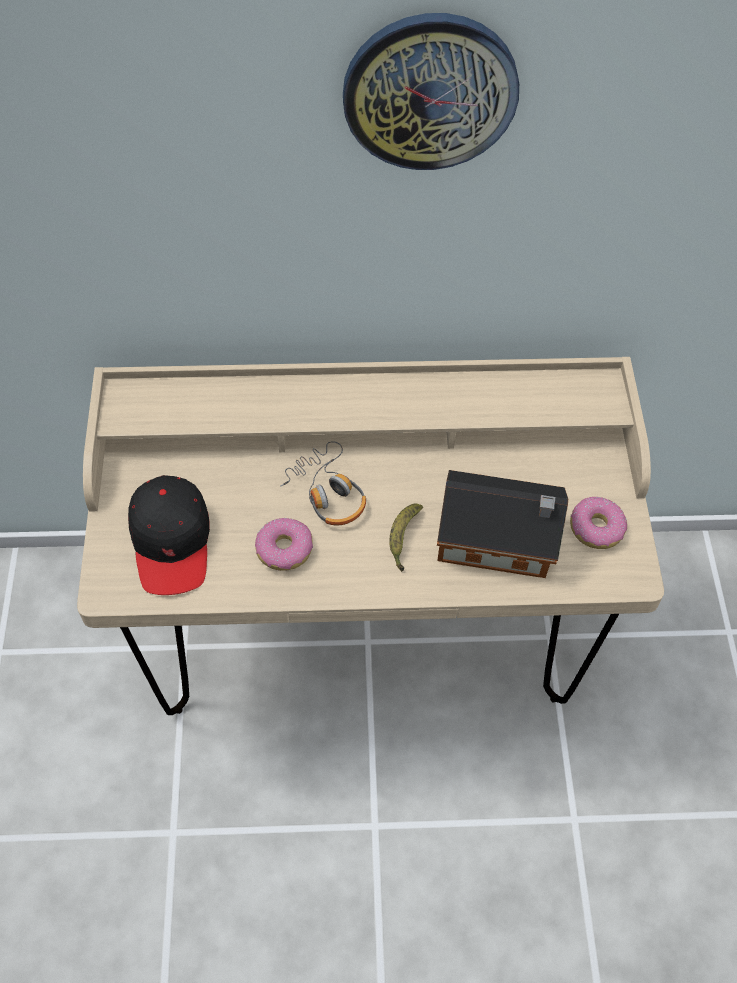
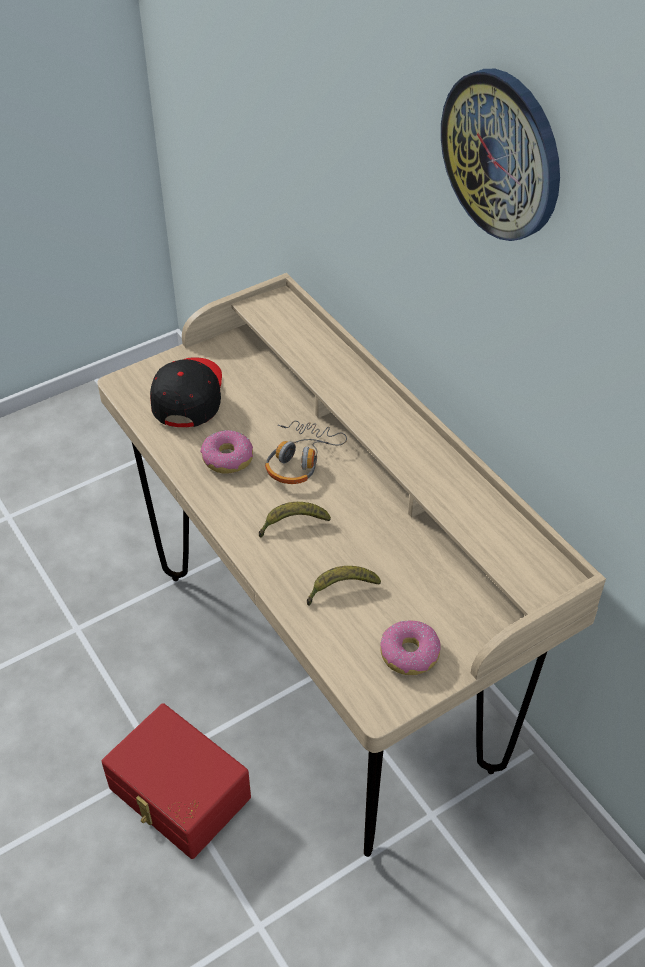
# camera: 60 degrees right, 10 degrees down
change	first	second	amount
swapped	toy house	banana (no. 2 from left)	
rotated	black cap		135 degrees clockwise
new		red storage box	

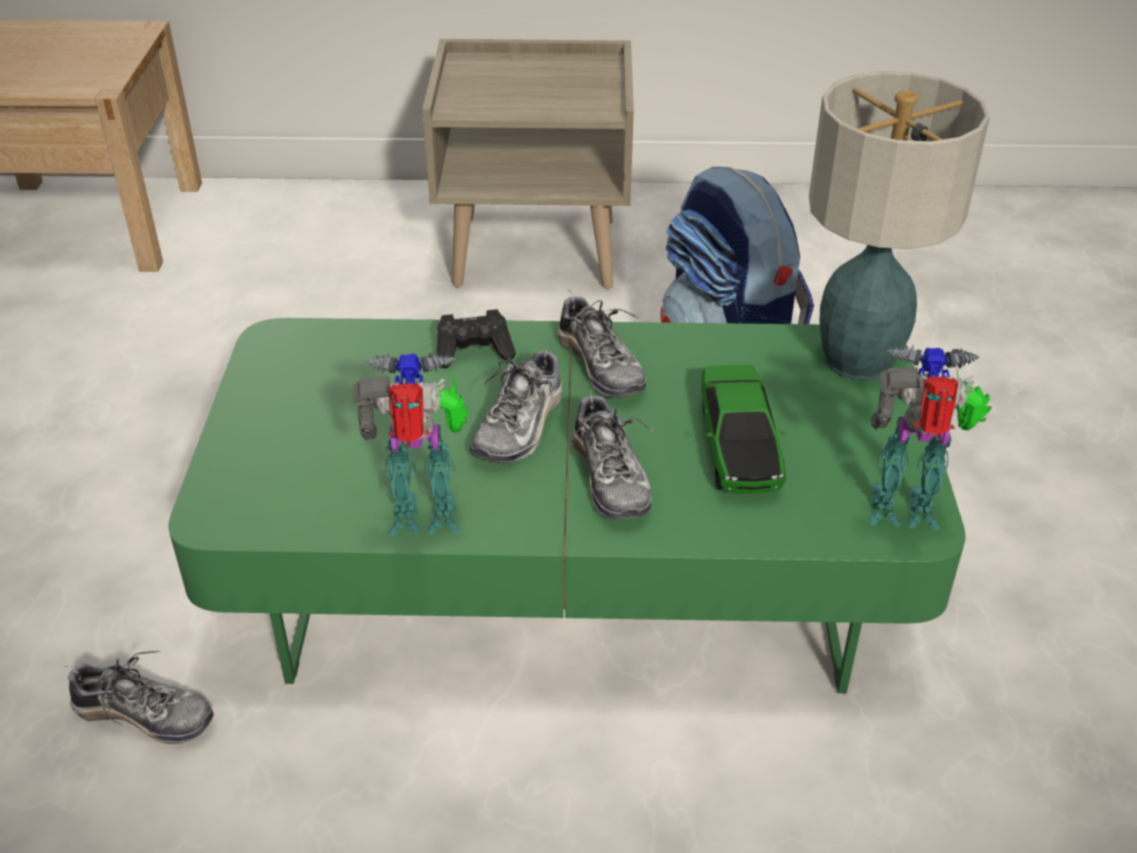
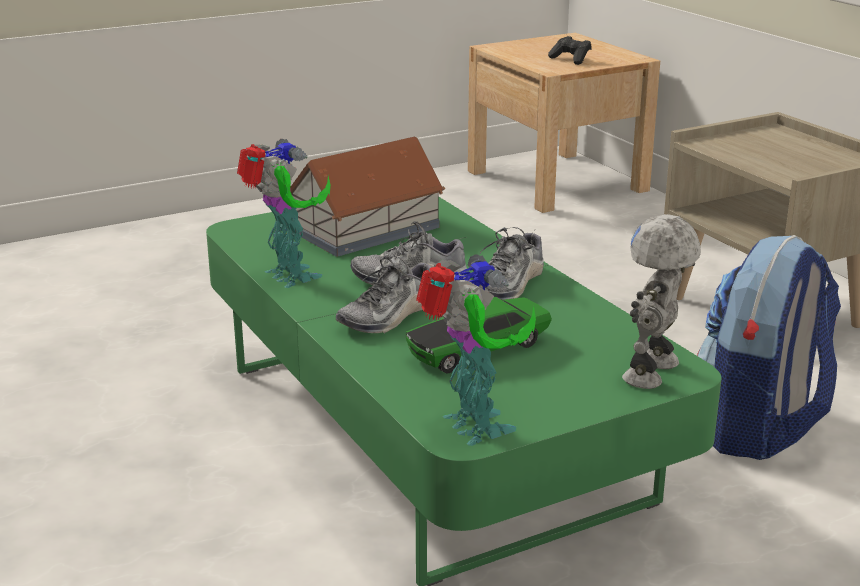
# camera: 60 degrees right, 15 degrees down
change	first	second	amount
swapped	table lamp	toy robot (no. 3 from left)	
shifted	black game controller		
gone	shoe (no. 1 from left)		
new		toy house	

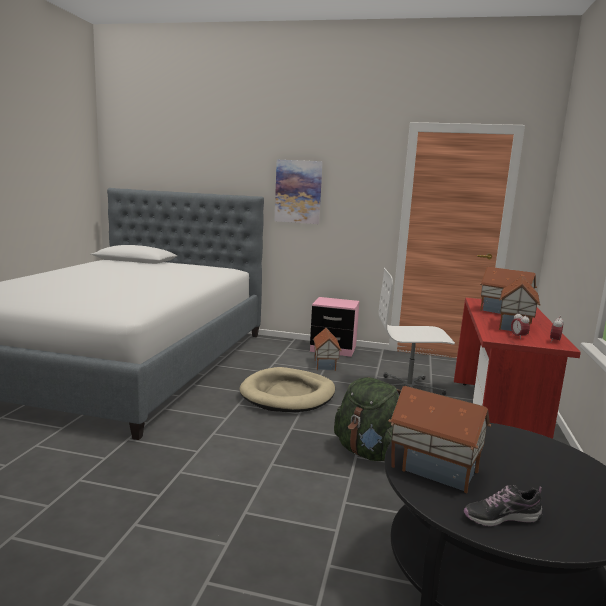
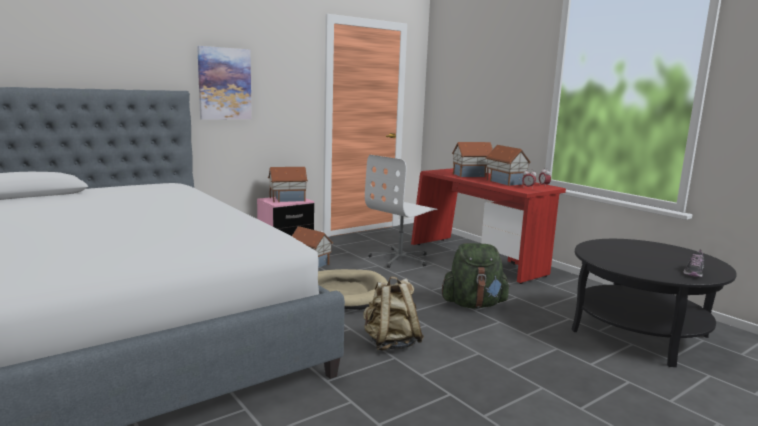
# camera: 50 degrees left, 0 degrees up
change	first	second	amount
shifted	toy house (no. 2 from left in the first image)	toy house (no. 1 from left)	
new		beige backpack	

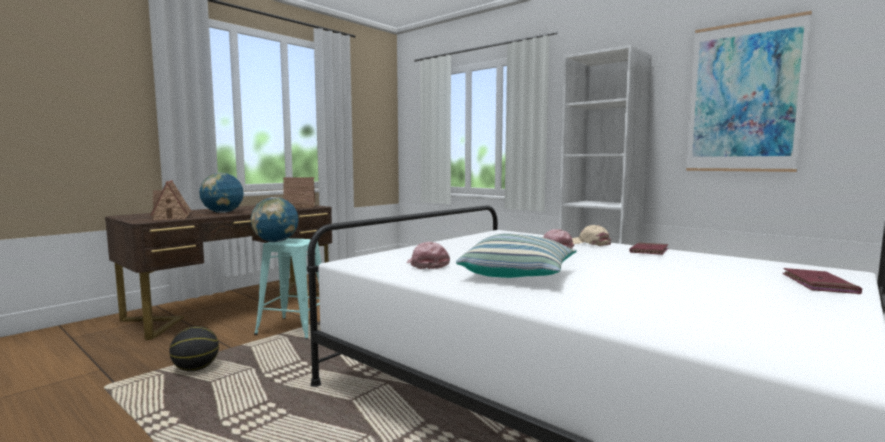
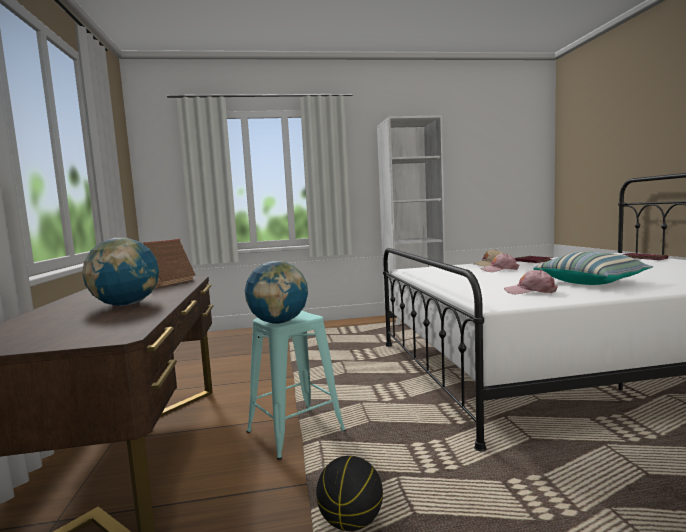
# camera: 50 degrees left, 0 degrees up
change	first	second	amount
gone	picture		
gone	toy house (no. 1 from left)		

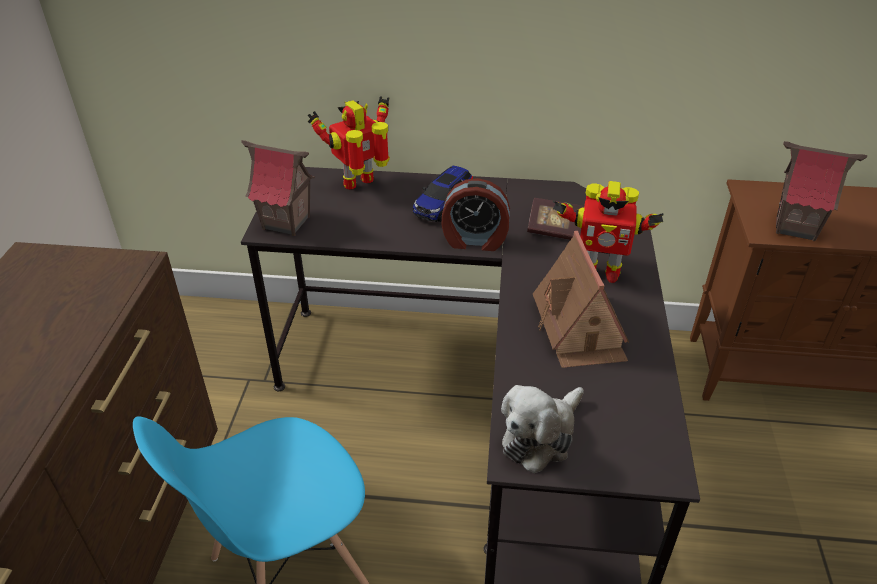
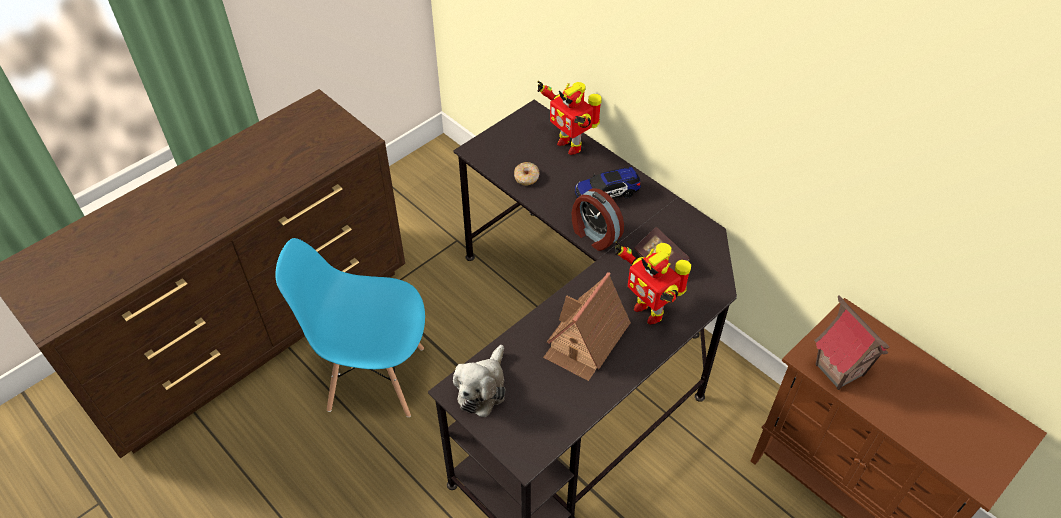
# camera: 40 degrees right, 10 degrees up
change	first	second	amount
rotated	toy robot (no. 1 from left)		135 degrees counterclockwise
gone	toy house (no. 1 from left)		
rotated	plush toy		60 degrees counterclockwise
new		donut	

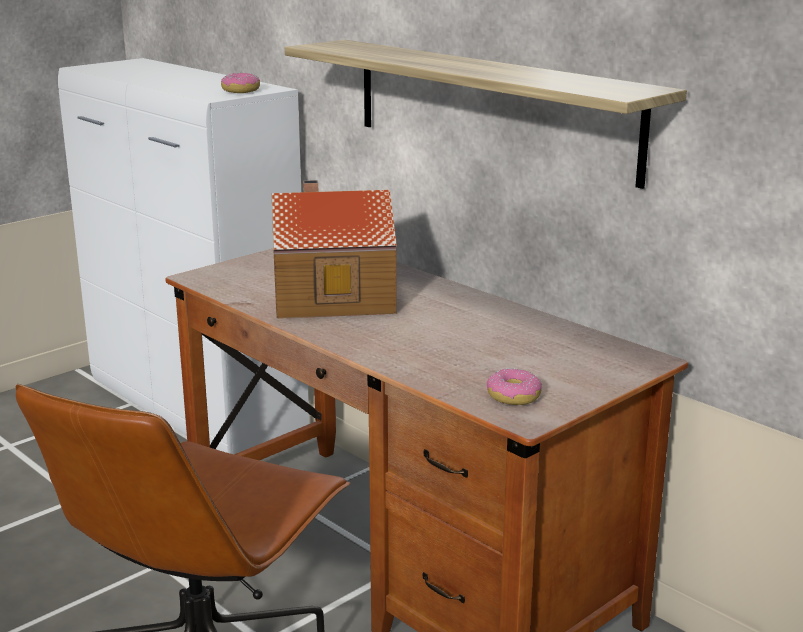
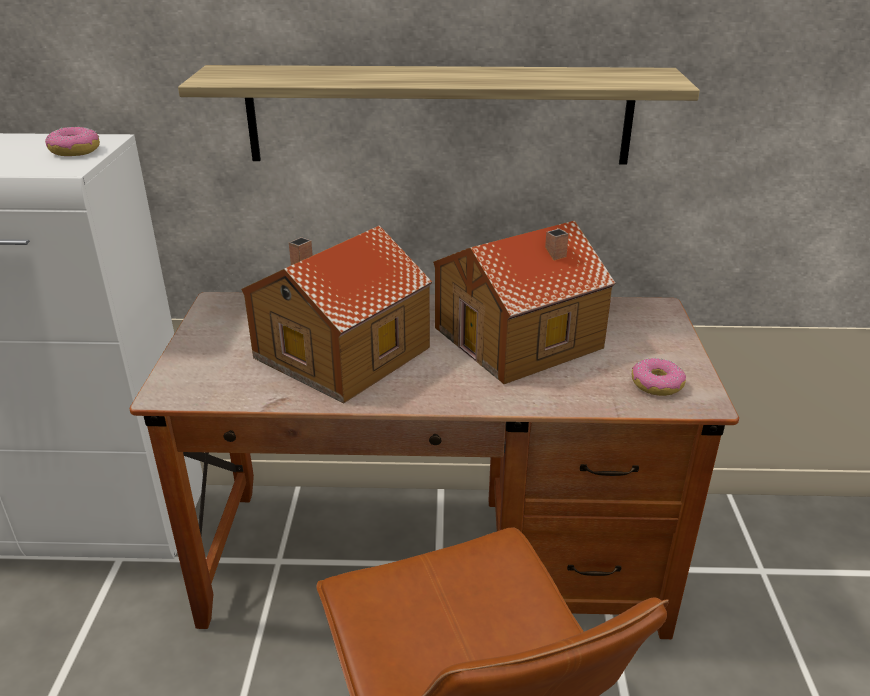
# camera: 45 degrees left, 10 degrees up
change	first	second	amount
new		toy house (no. 2 from left)	

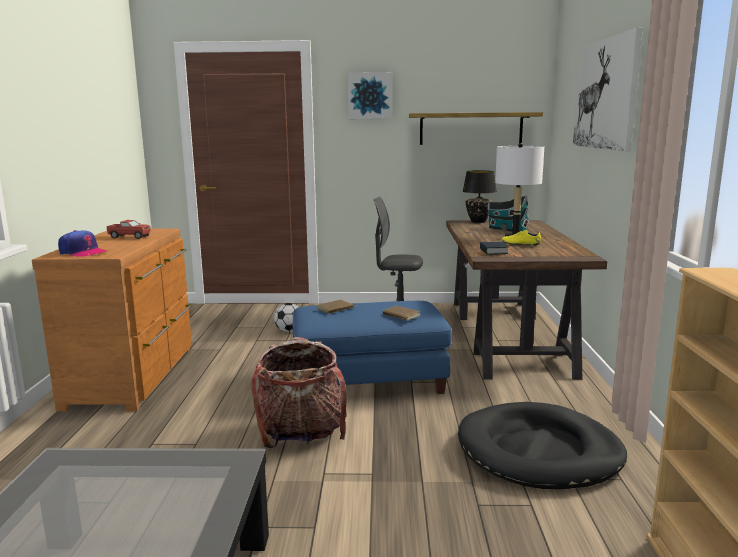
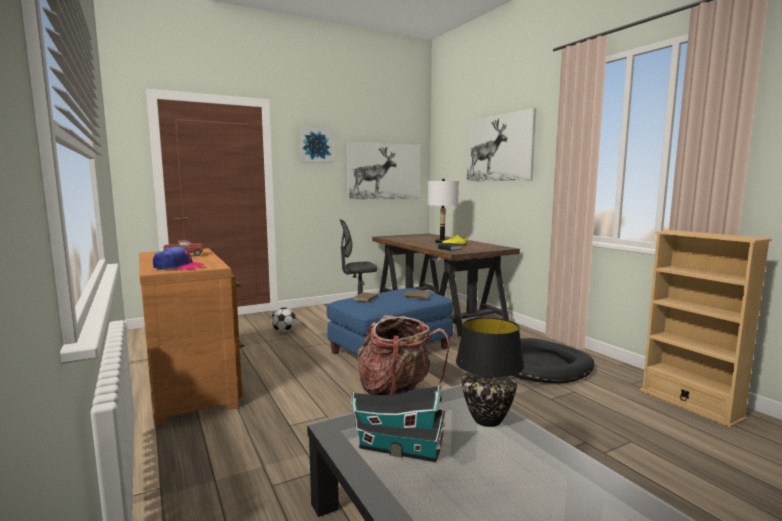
# camera: 30 degrees left, 5 degrees down
change	first	second	amount
swapped	shelf	picture (no. 2 from left)	
shifted	black table lamp		
shifted	toy house		

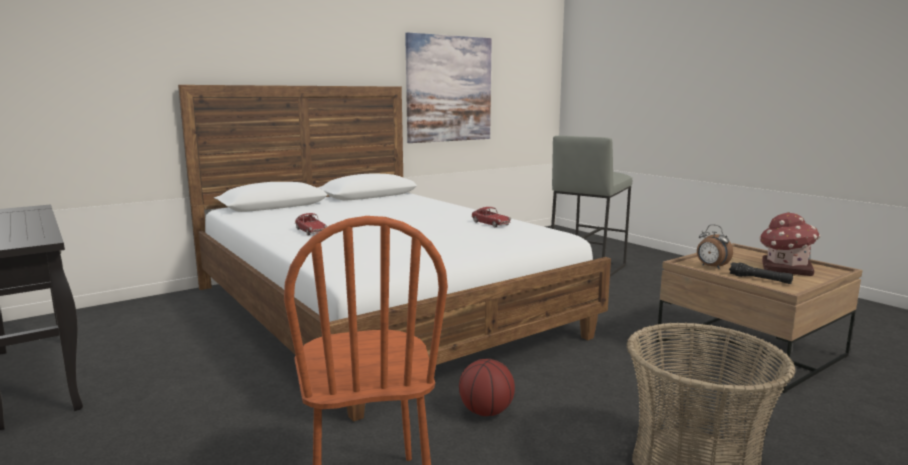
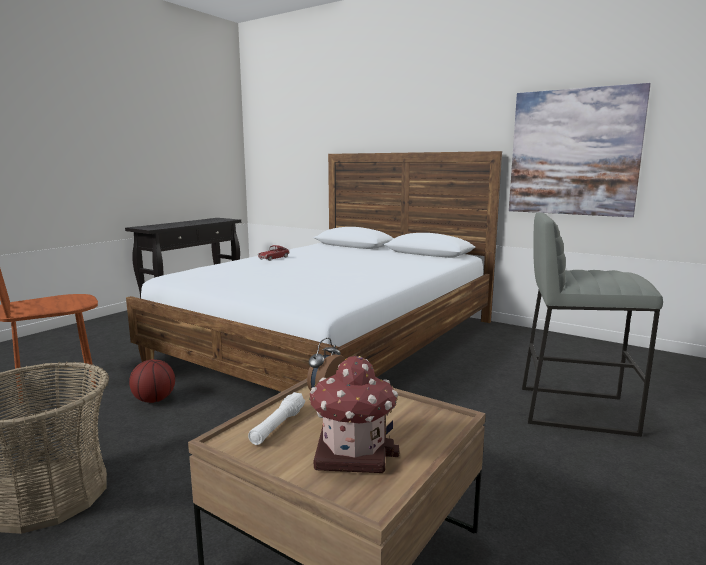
# camera: 70 degrees right, 0 degrees up
change	first	second	amount
gone	toy car (no. 2 from left)		
repainted	black flashlight	white flashlight	

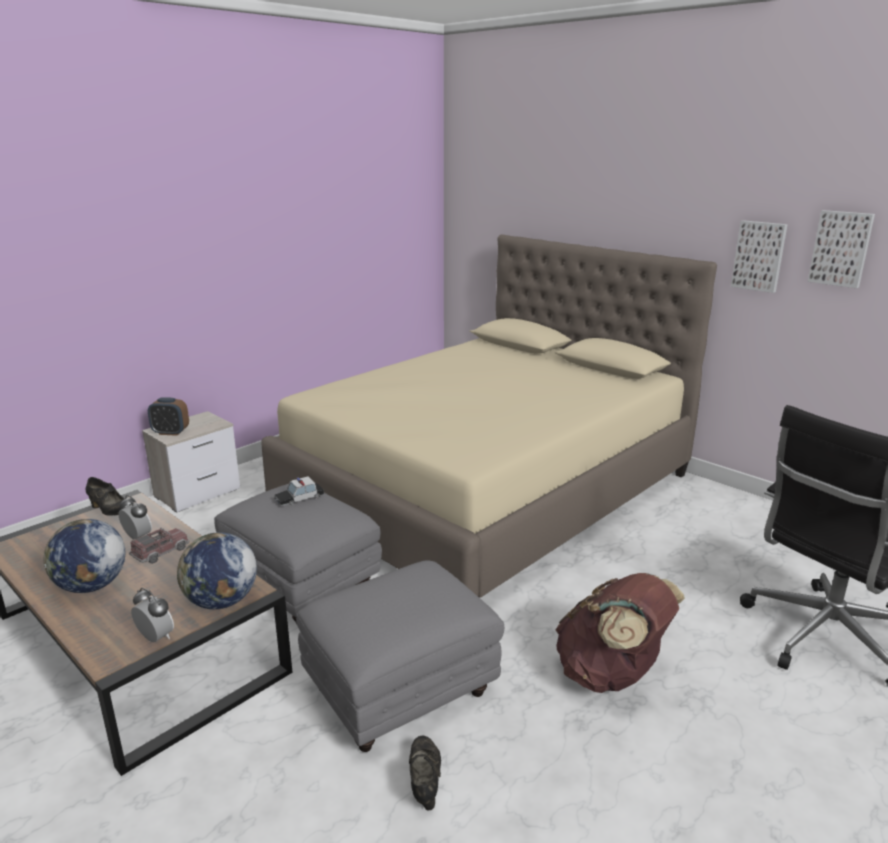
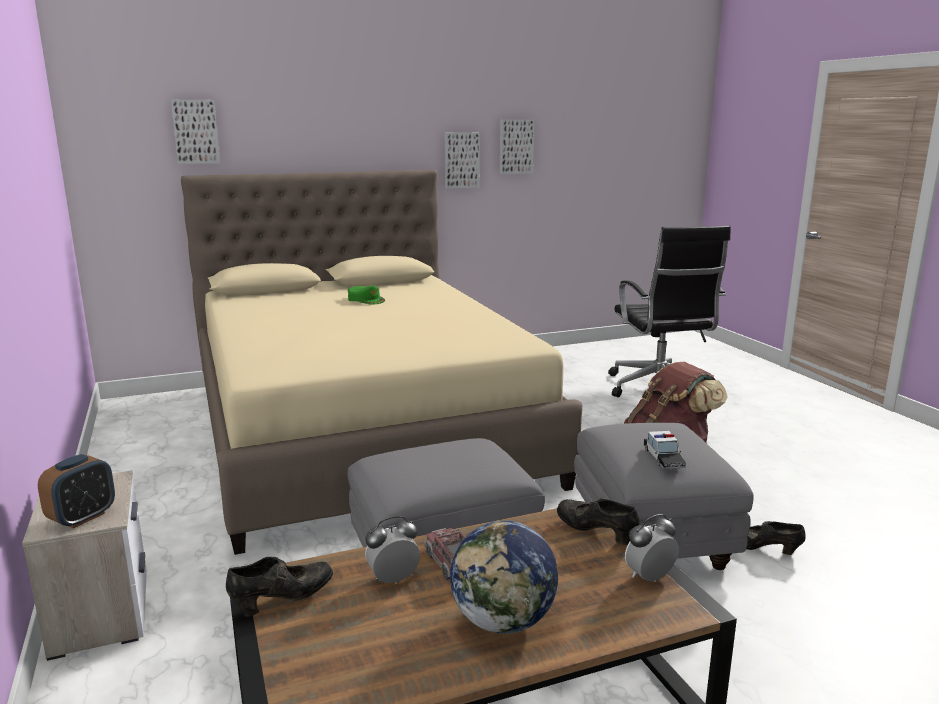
# camera: 65 degrees left, 5 degrees down
change	first	second	amount
shifted	toy car		
swapped	globe (no. 2 from left)	black shoe (no. 2 from left)	
new		picture (no. 1 from left)	
new		green cap	

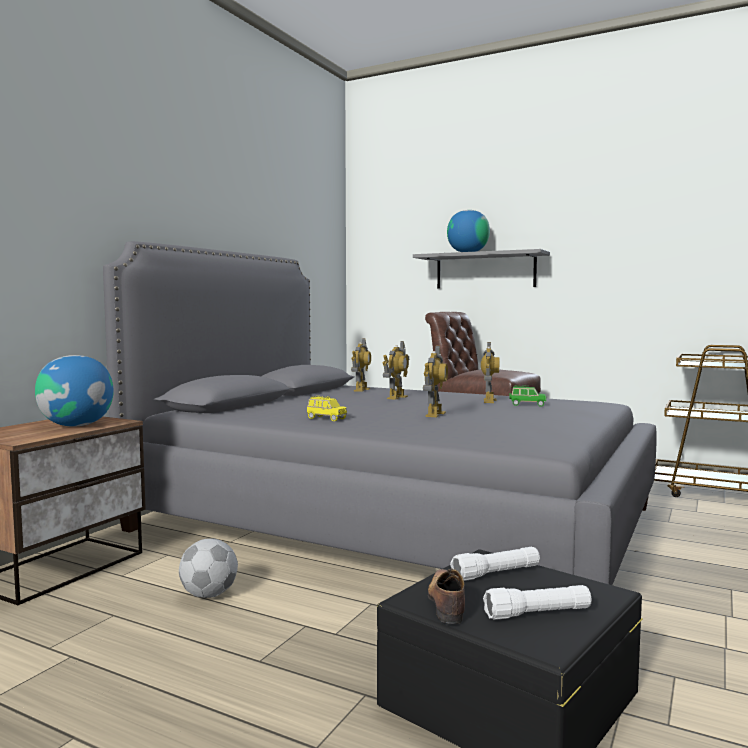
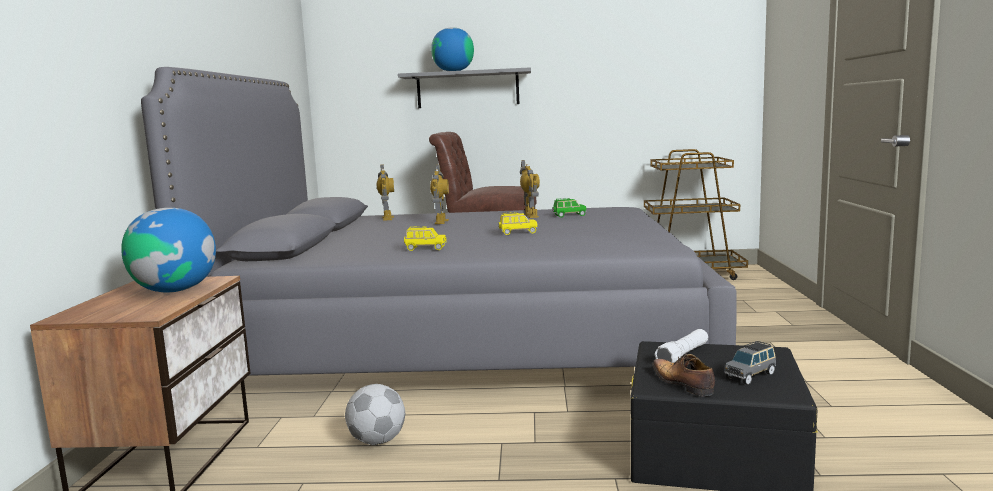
# camera: 25 degrees left, 5 degrees up
change	first	second	amount
swapped	toy robot (no. 3 from left)	yellow toy car (no. 2 from left)	
swapped	white flashlight (no. 2 from left)	grey toy car	

